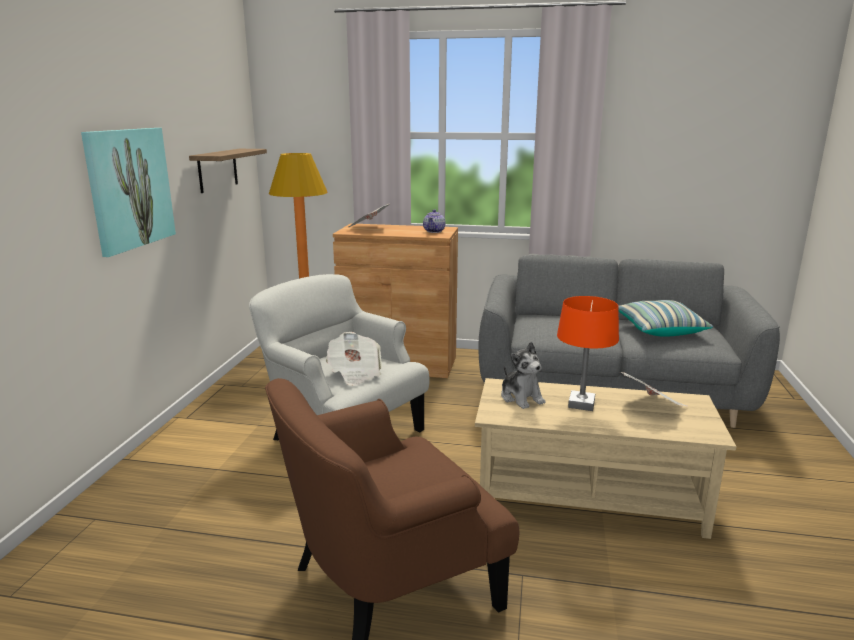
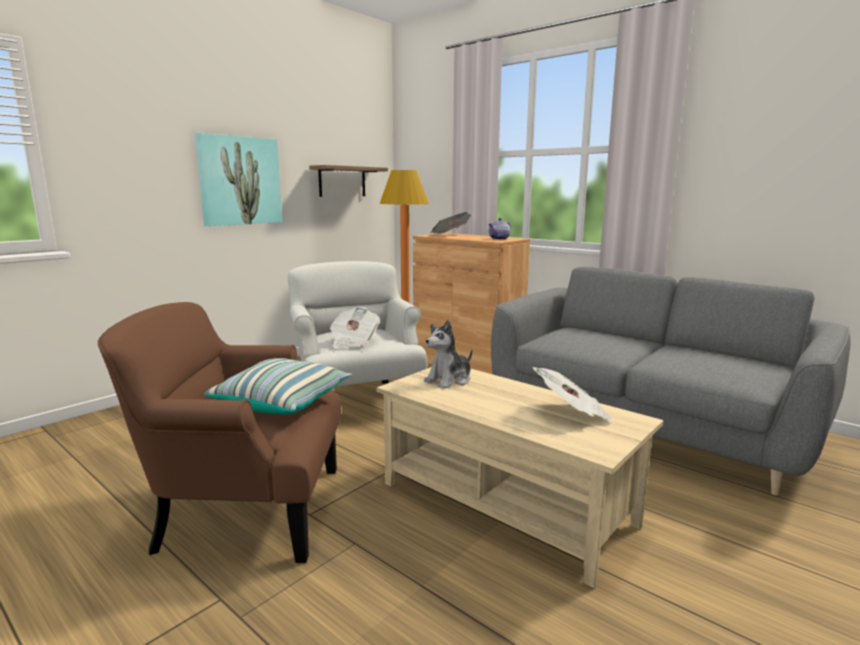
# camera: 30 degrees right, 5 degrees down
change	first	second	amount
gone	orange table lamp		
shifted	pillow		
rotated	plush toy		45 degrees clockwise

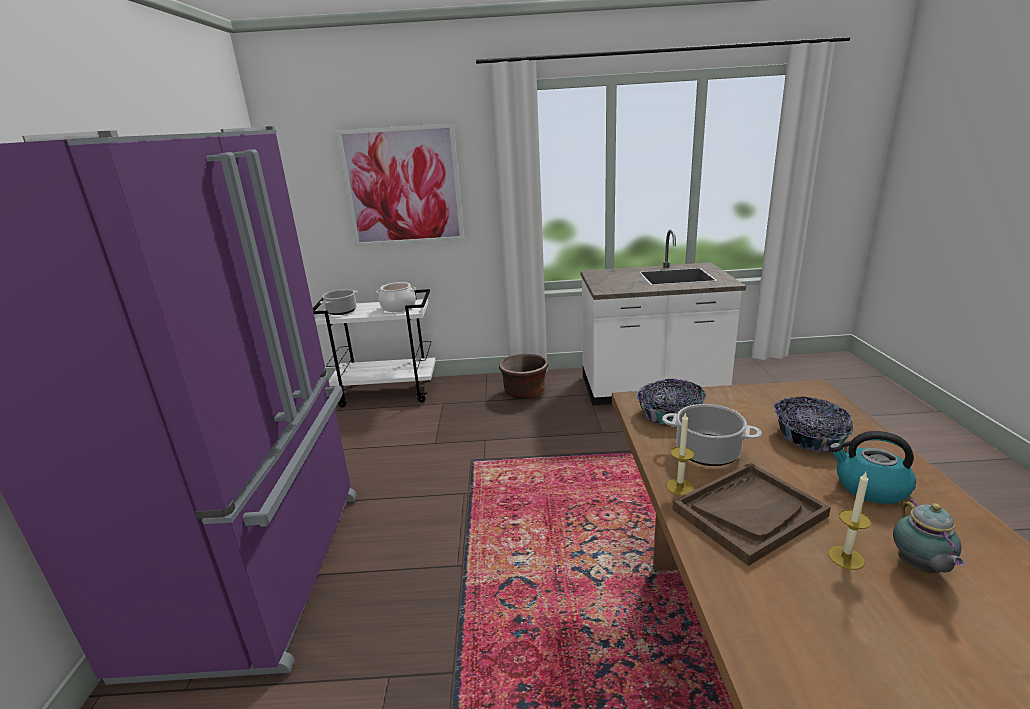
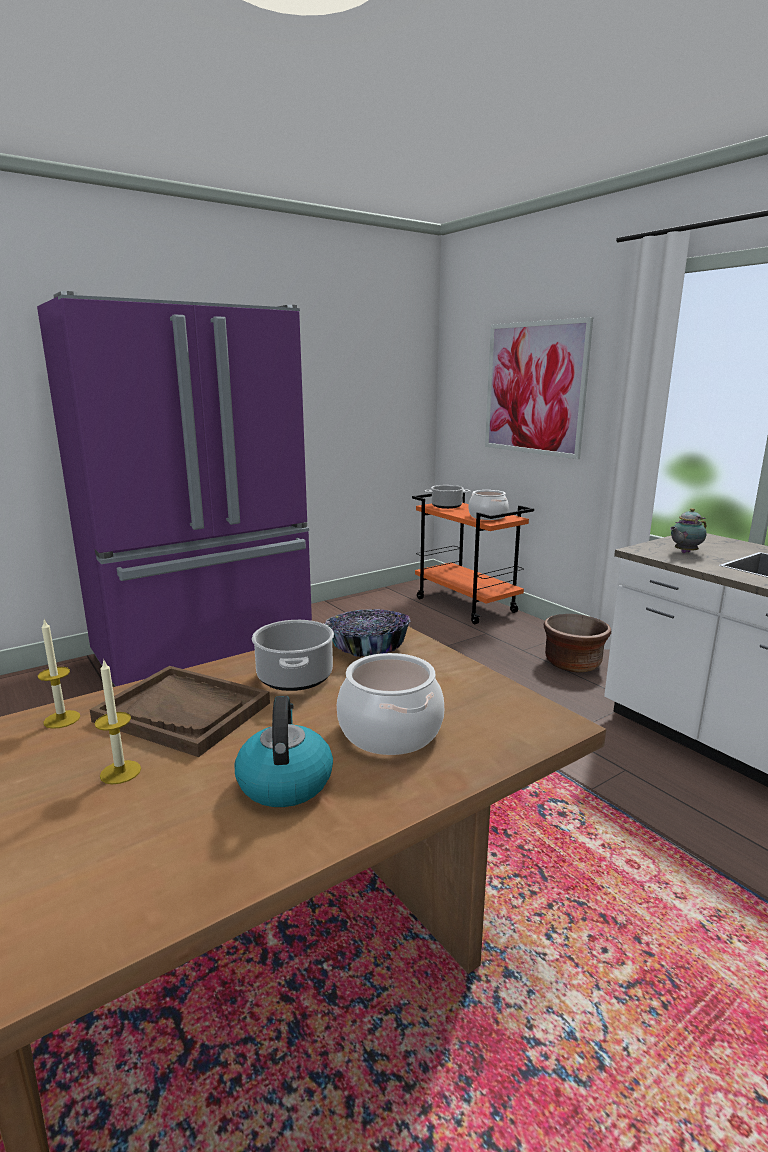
# camera: 55 degrees right, 5 degrees down
change	first	second	amount
repainted	white cart	orange cart	
swapped	bowl (no. 2 from left)	cooking pot (no. 2 from left)	
shifted	candle (no. 1 from left)		
shifted	teapot		

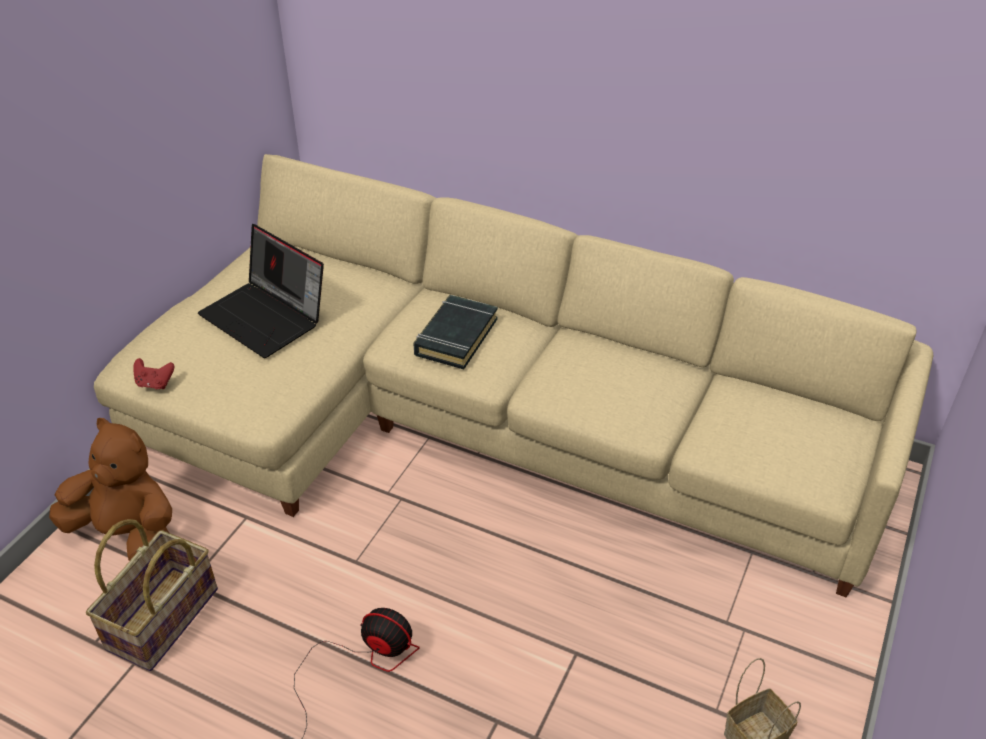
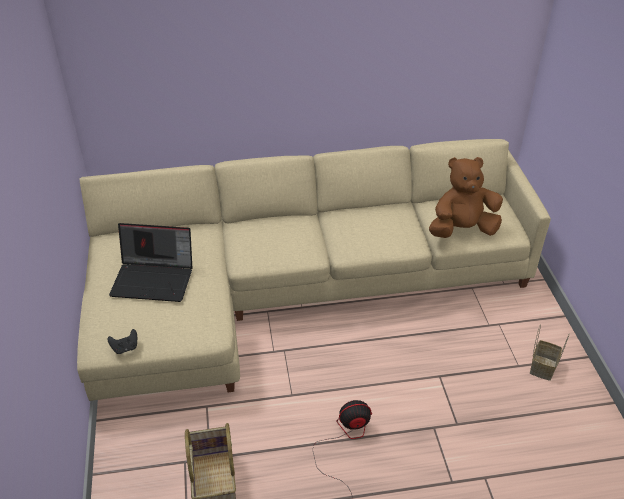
# camera: 35 degrees left, 0 degrees up
change	first	second	amount
gone	black book		
repainted	red game controller	black game controller	
shifted	brown plush toy		

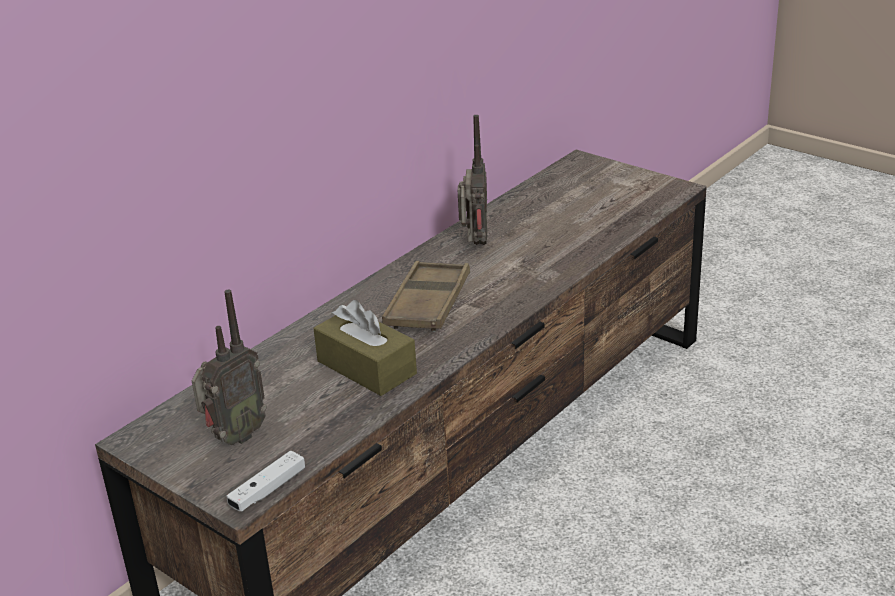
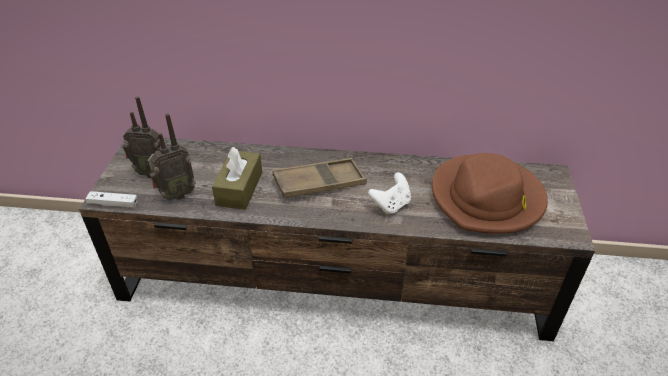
# camera: 55 degrees right, 10 degrees up
change	first	second	amount
shifted	radio (no. 2 from left)		
new		brown hat	
new		white game controller (no. 2 from left)	

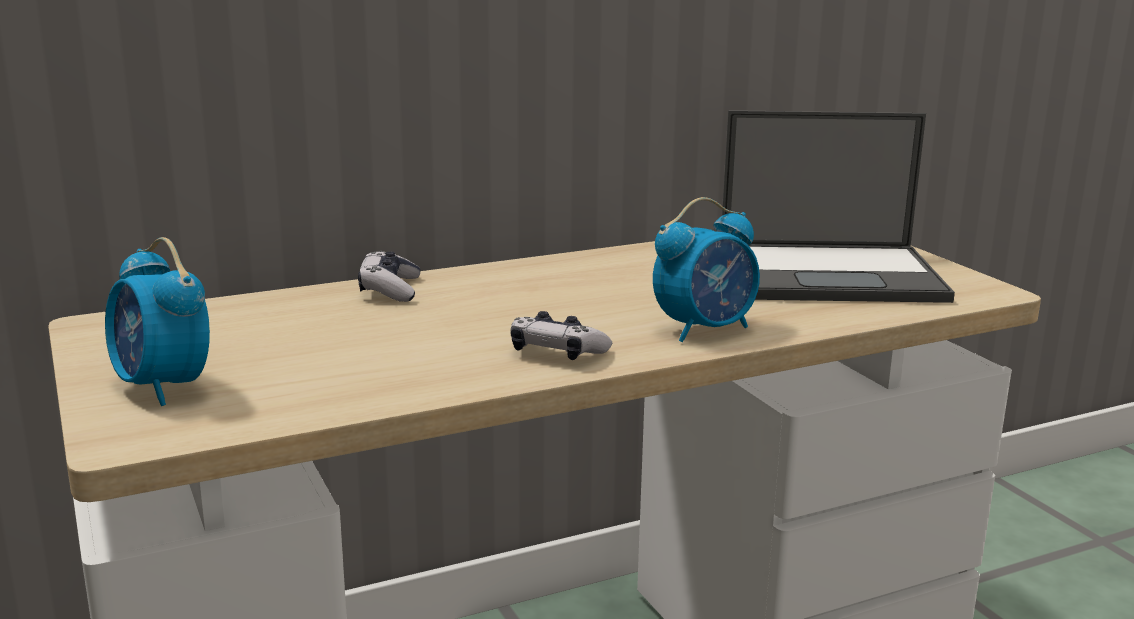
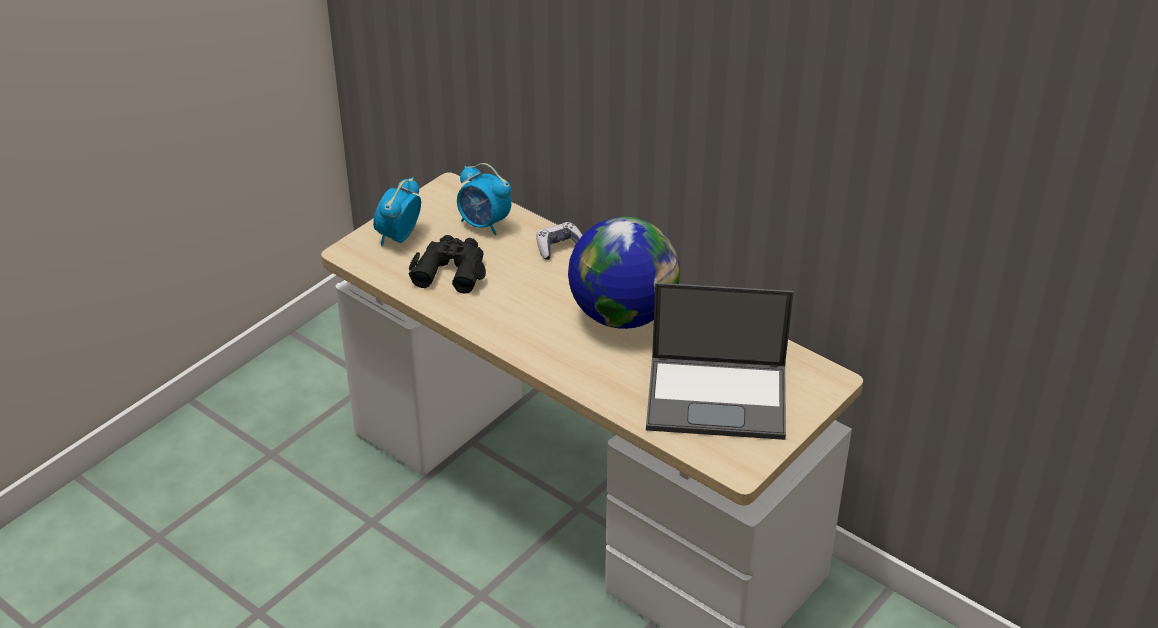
# camera: 65 degrees right, 20 degrees up
change	first	second	amount
rotated	laptop		60 degrees counterclockwise
shifted	alarm clock (no. 2 from left)		
gone	game controller (no. 2 from left)		
new		globe	
new		black binoculars	

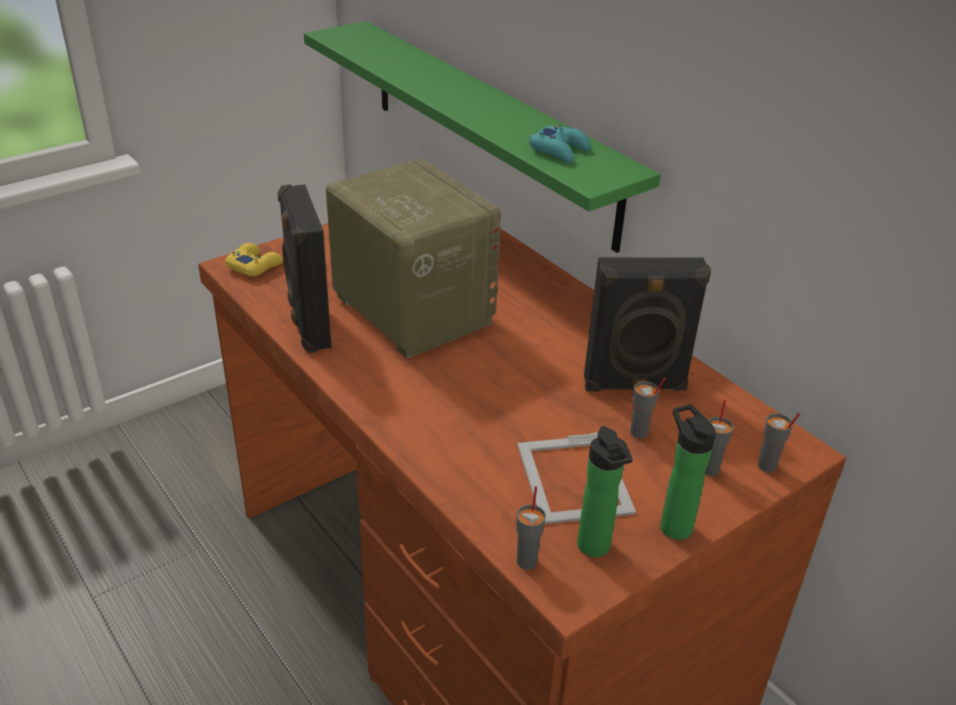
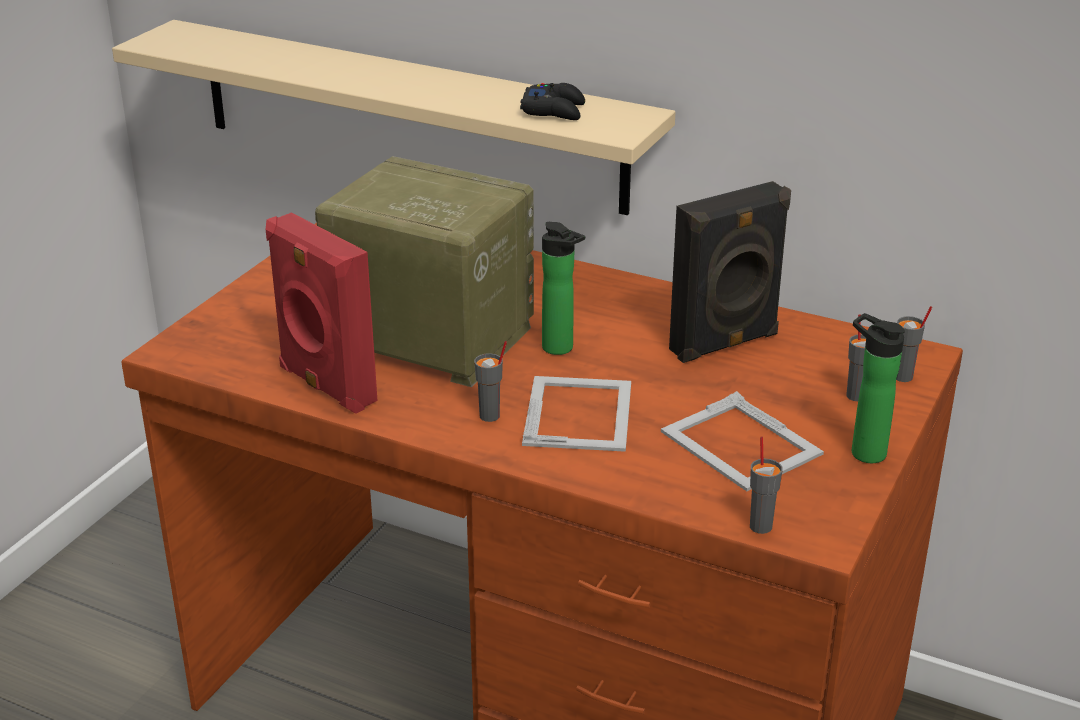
# camera: 25 degrees left, 5 degrees down
change	first	second	amount
repainted	green shelf	beige shelf	
repainted	turquoise game controller	black game controller	
repainted	black speaker (no. 1 from left)	red speaker	
gone	yellow game controller		
shifted	grey cup (no. 2 from left in the first image)	grey cup (no. 1 from left)	
shifted	bottle (no. 1 from left)		
new		picture frame (no. 1 from left)	

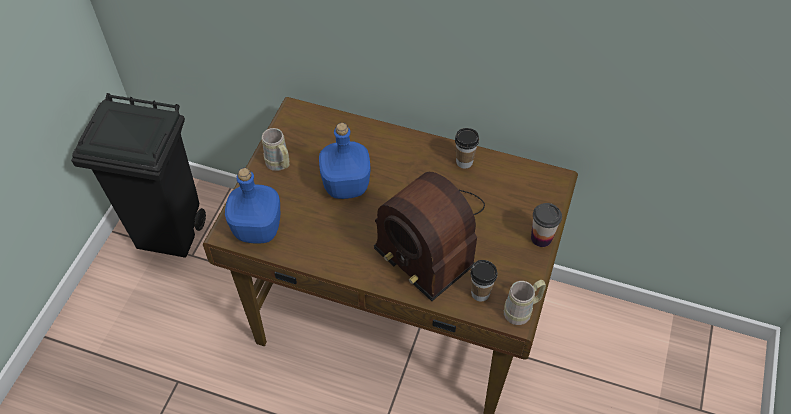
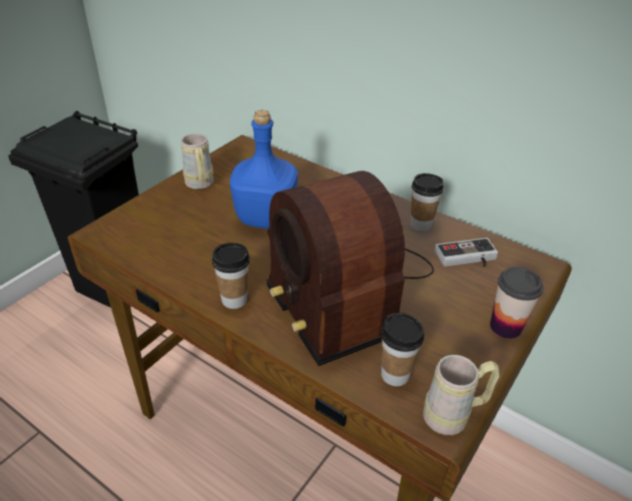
# camera: 15 degrees right, 15 degrees down
change	first	second	amount
gone	blue bottle (no. 1 from left)		
new		game controller	
new		cup (no. 1 from left)	

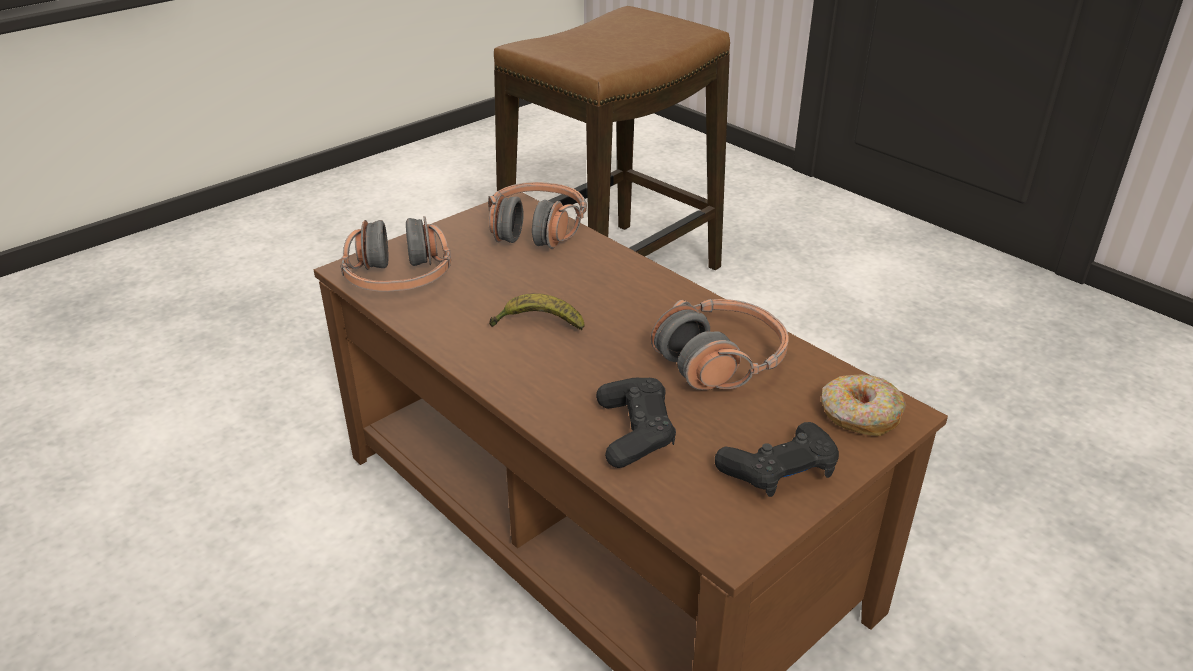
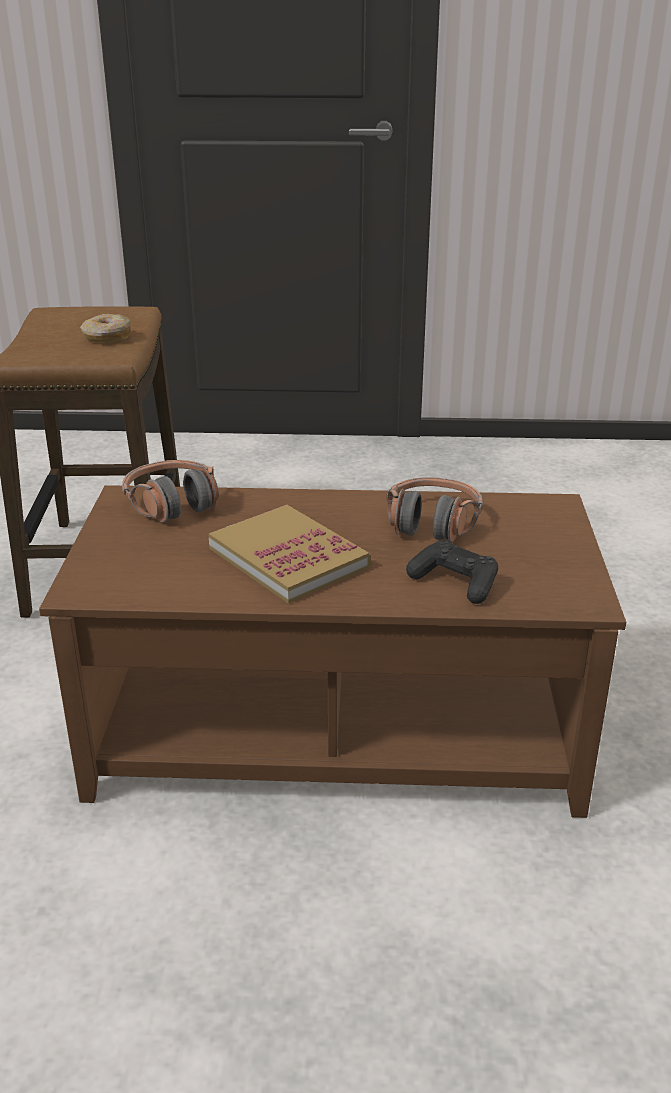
# camera: 45 degrees left, 5 degrees down
change	first	second	amount
gone	headphones (no. 1 from left)		
swapped	banana	book	
shifted	donut		
gone	black game controller (no. 2 from left)		

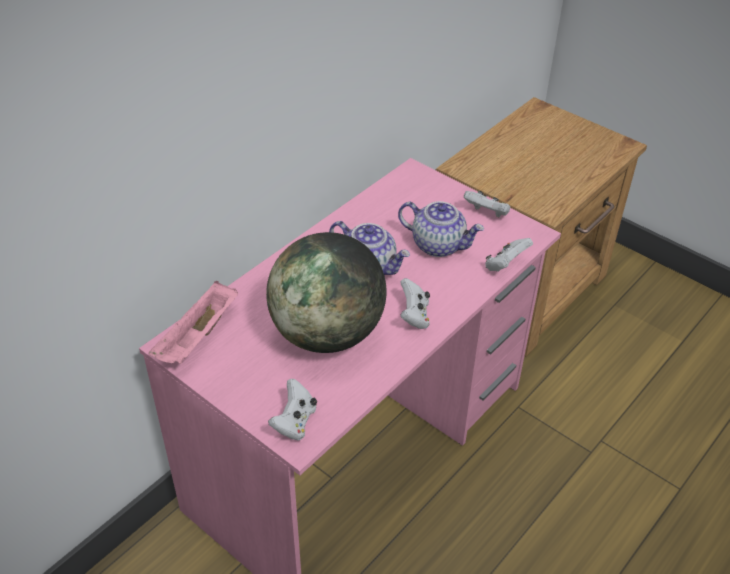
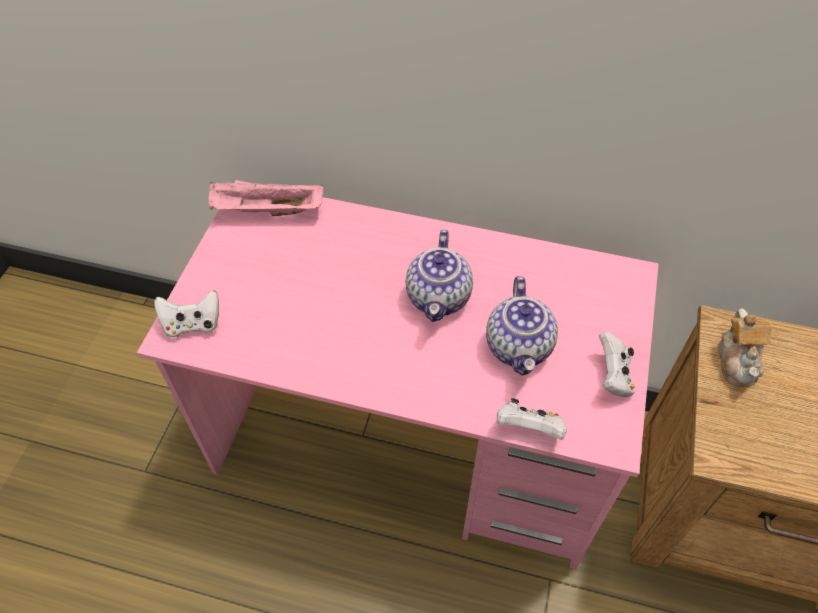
# camera: 65 degrees right, 10 degrees up
change	first	second	amount
gone	globe		
gone	white game controller (no. 2 from left)		
new		teapot (no. 3 from left)	

